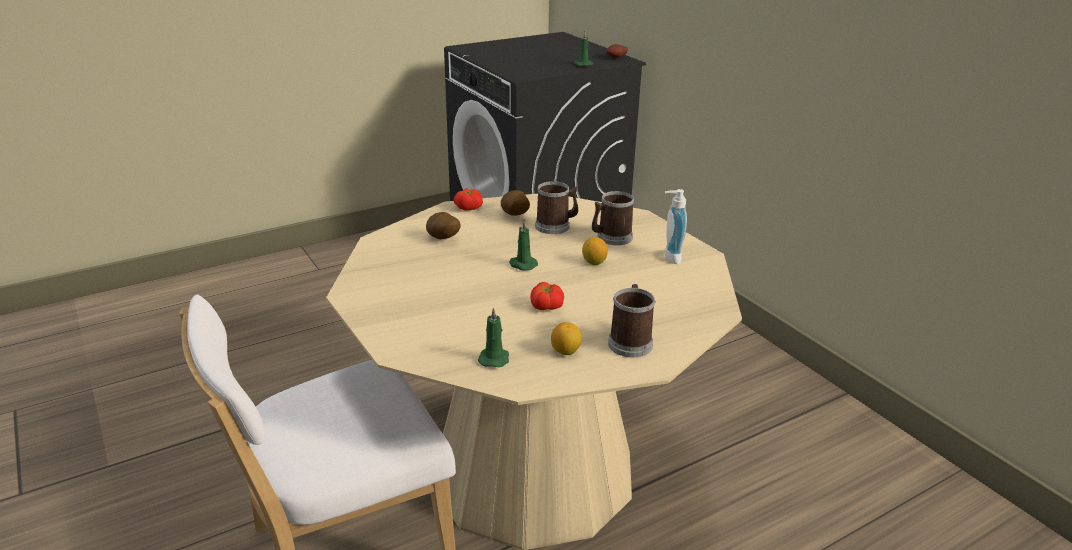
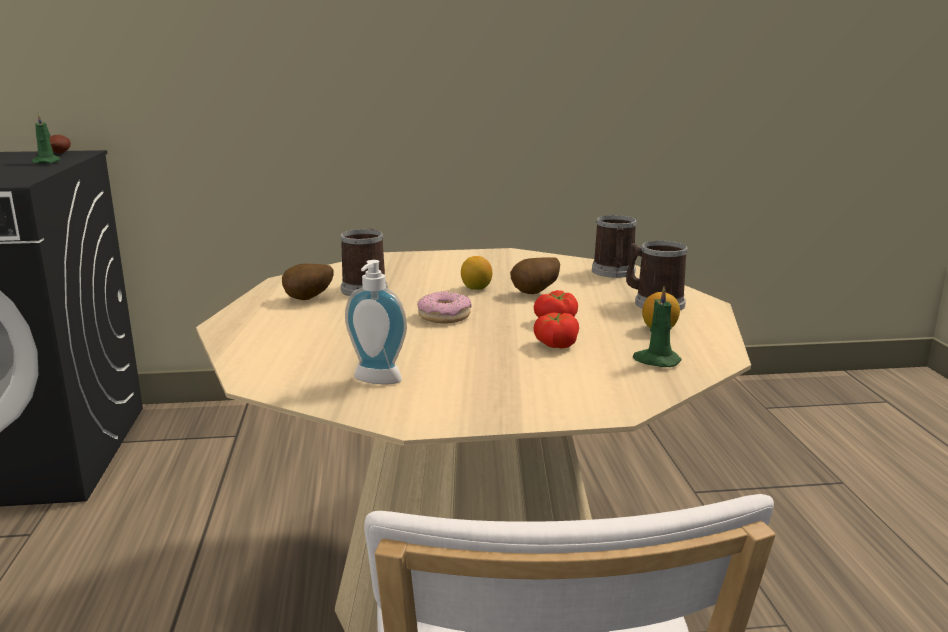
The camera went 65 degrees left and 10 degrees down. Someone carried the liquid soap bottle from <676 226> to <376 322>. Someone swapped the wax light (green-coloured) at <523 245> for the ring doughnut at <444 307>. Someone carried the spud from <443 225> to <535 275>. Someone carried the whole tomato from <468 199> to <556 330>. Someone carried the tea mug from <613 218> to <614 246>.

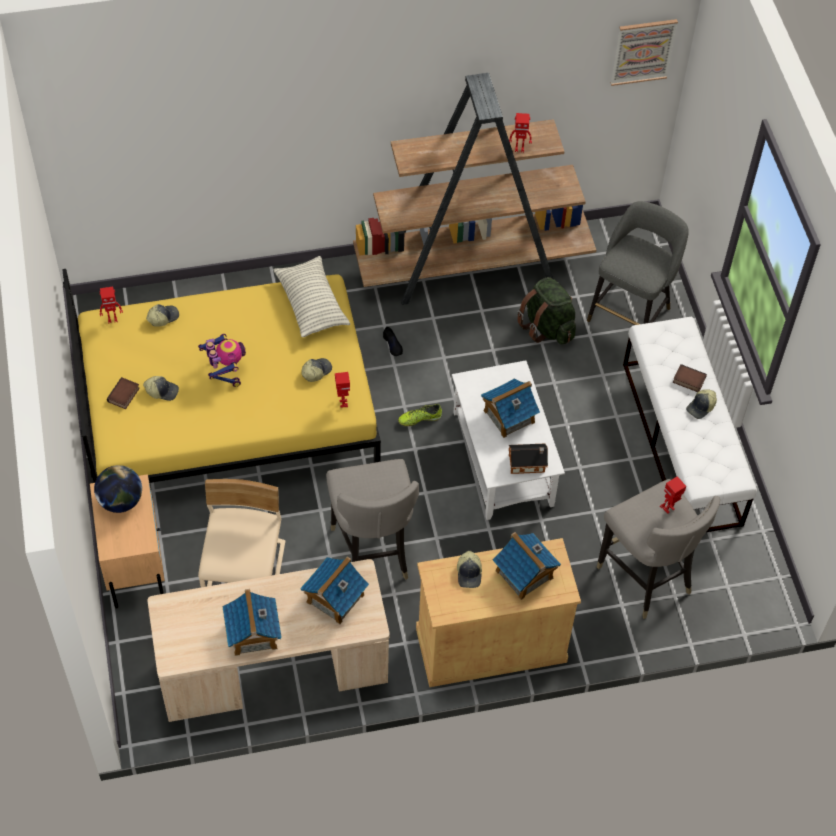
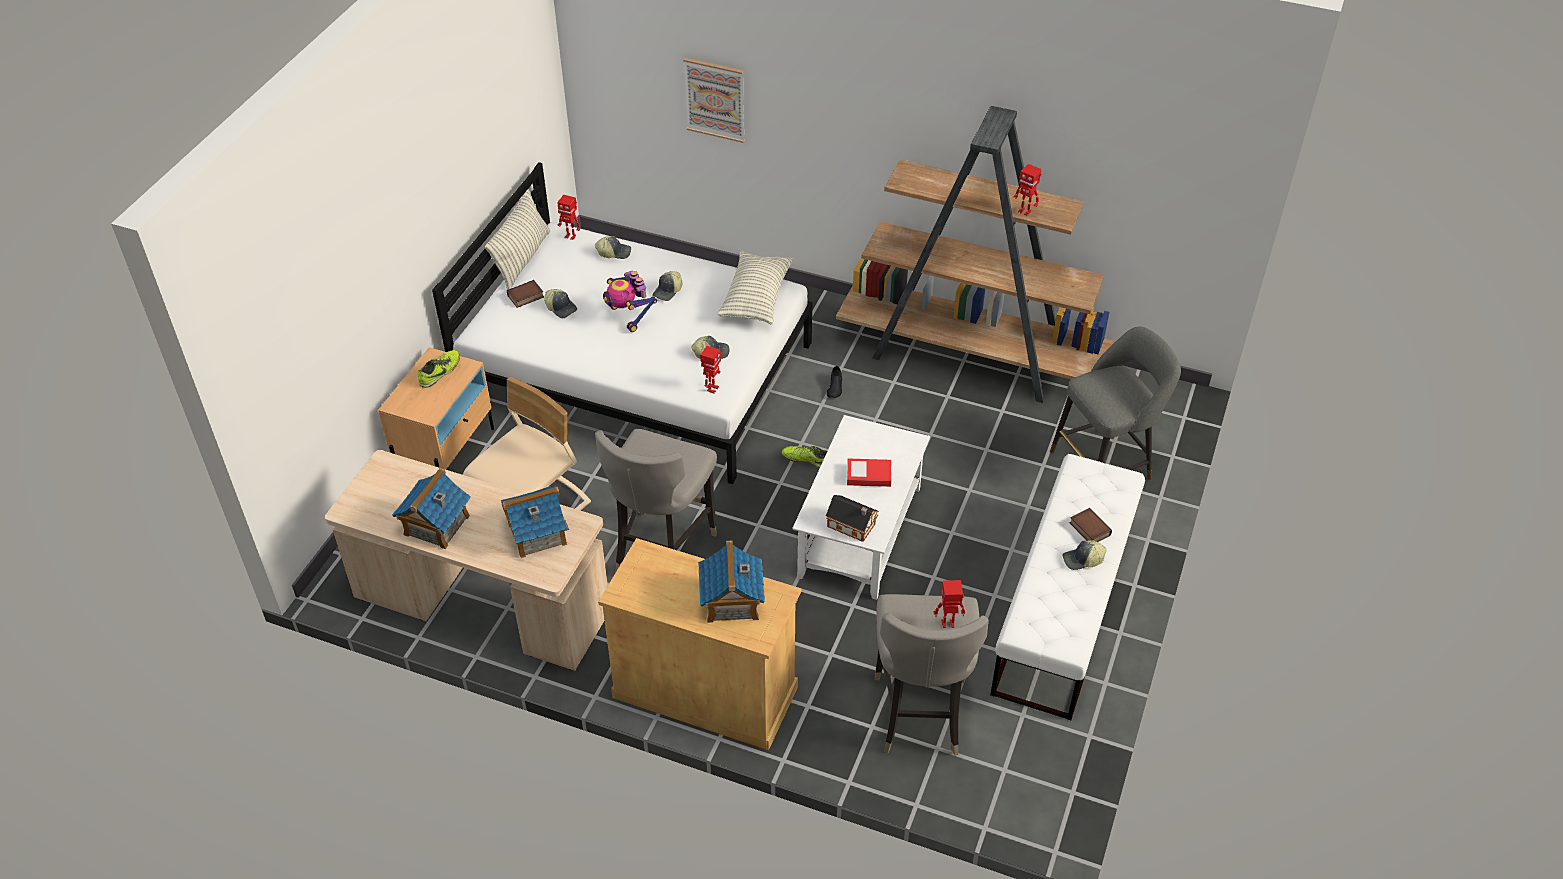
The camera went 35 degrees right and 10 degrees down. Someone swapped the world globe at <118 489> for the low shoe at <439 369>. Someone repainted the bed (yellowish) at <221 376>, which became the bed (whitish) at <622 323>. Someone put down the pillow at <517 239>. Someone rotated the toy robot at <222 360> by 135 degrees clockwise. Someone carried the baseball cap from <469 569> to <667 286>. Someone carried the wall picture from <644 52> to <714 100>. Someone swapped the model house at <510 408> for the book at <869 473>. Someone took away the rucksack (green-coloured) at <546 311>.

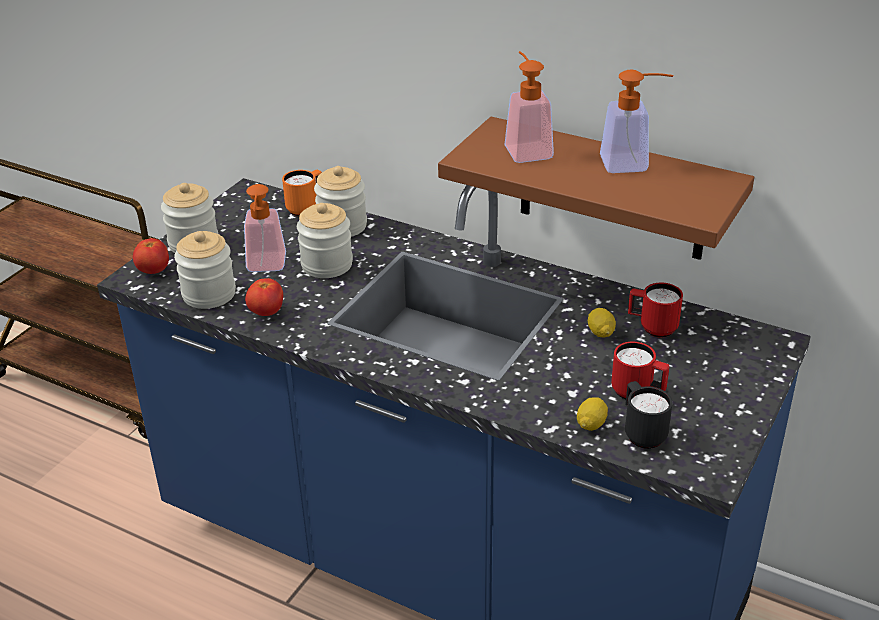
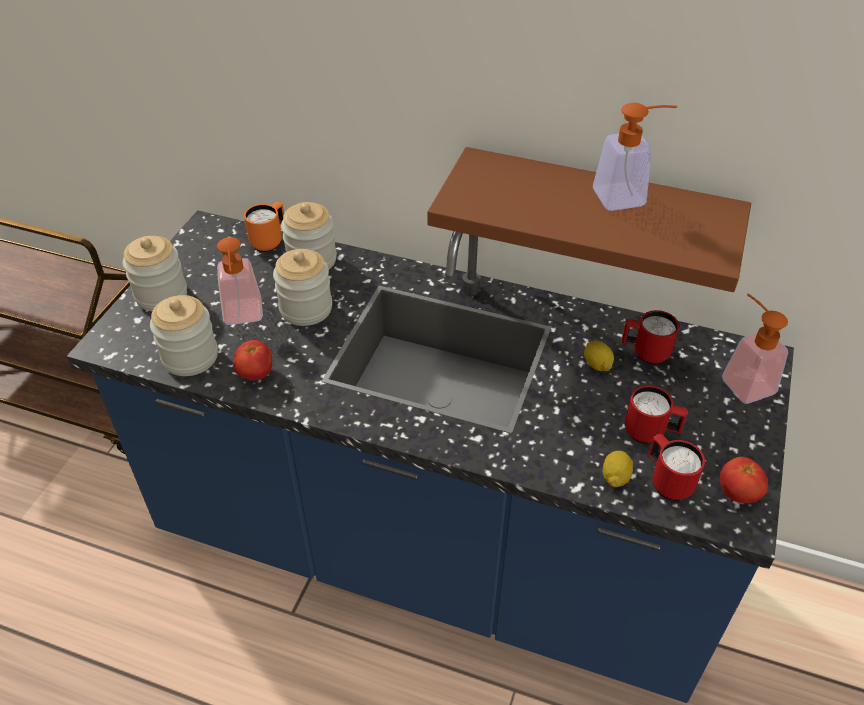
The camera went 10 degrees left and 10 degrees up. Someone repainted the tea mug (blackish) at <648 415>, which became the tea mug (reddish) at <676 467>. Someone carried the whole tomato from <151 256> to <744 480>. Someone carried the liquid soap bottle from <529 107> to <755 348>.

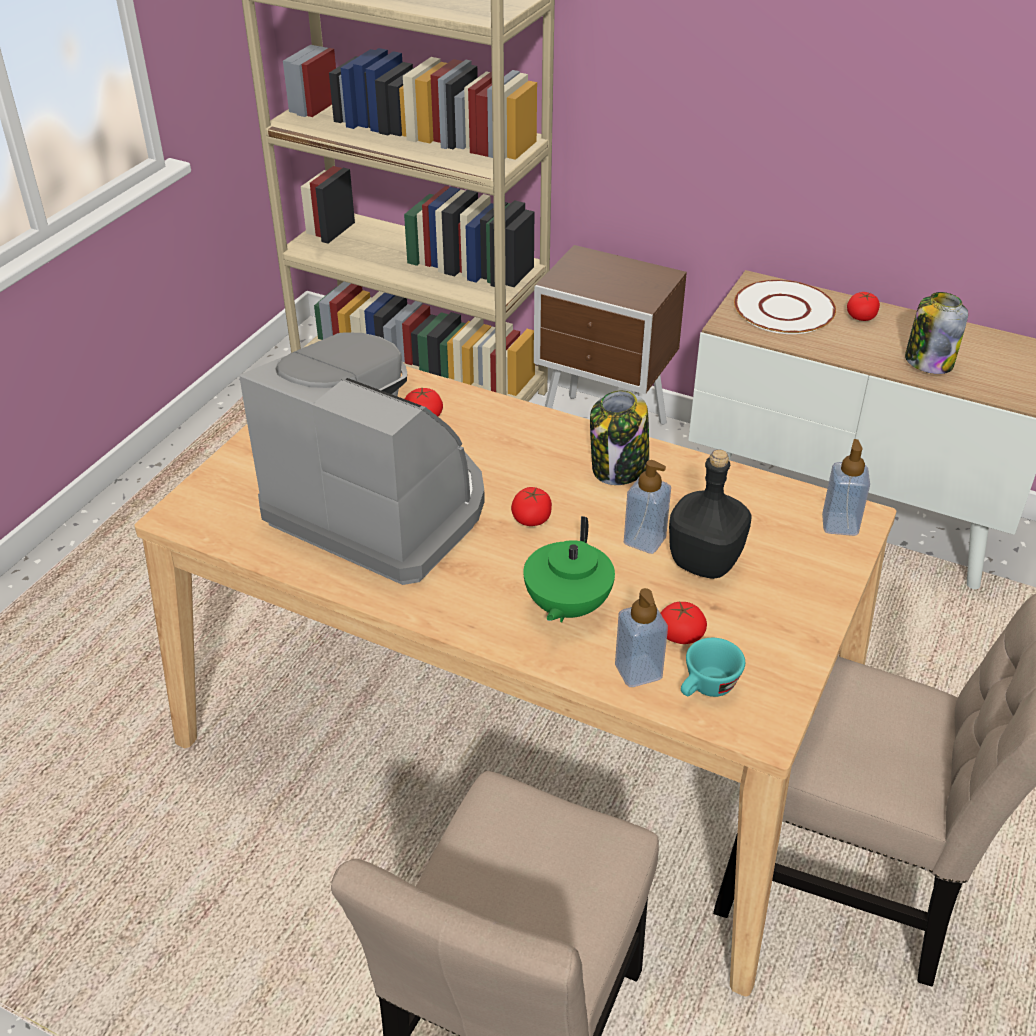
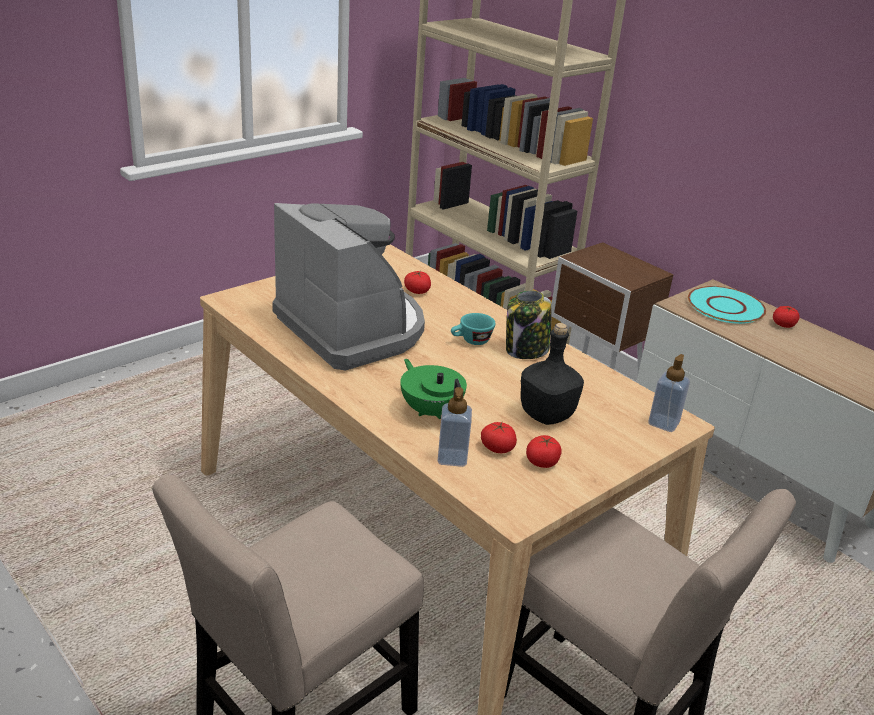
The camera went 20 degrees right and 10 degrees down. Someone rotated the pot for tea (green-coloured) at <569 569> by 105 degrees clockwise. Someone carried the small cup (blue-green) from <713 667> to <473 329>. Someone carried the whole tomato from <531 506> to <544 451>. Someone repainted the flat dish (whitish) at <785 307>, which became the flat dish (blue-green) at <727 305>. Someone took away the liquid soap bottle at <647 507>. Someone took away the preserve jar at <936 333>.

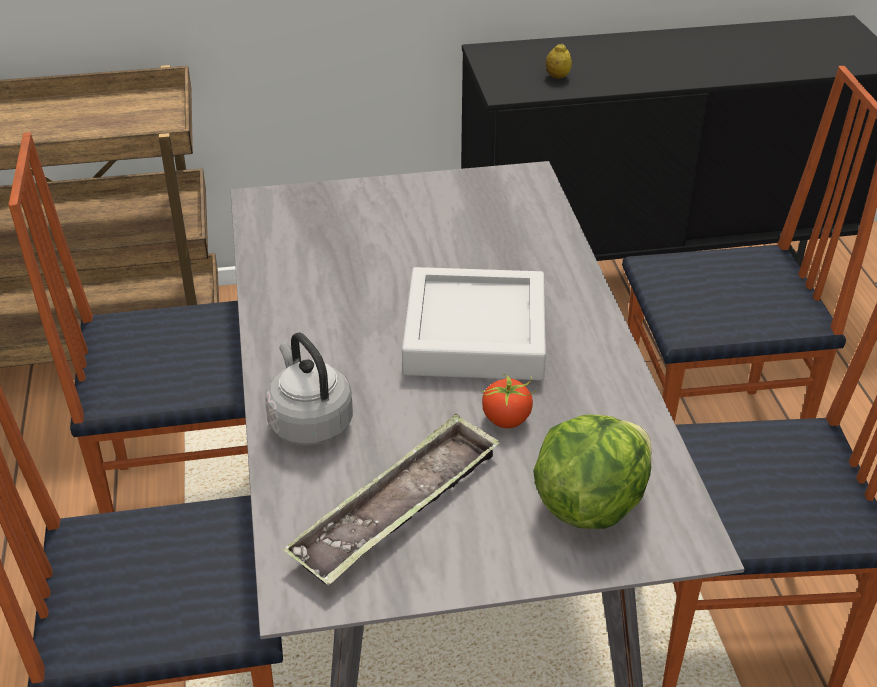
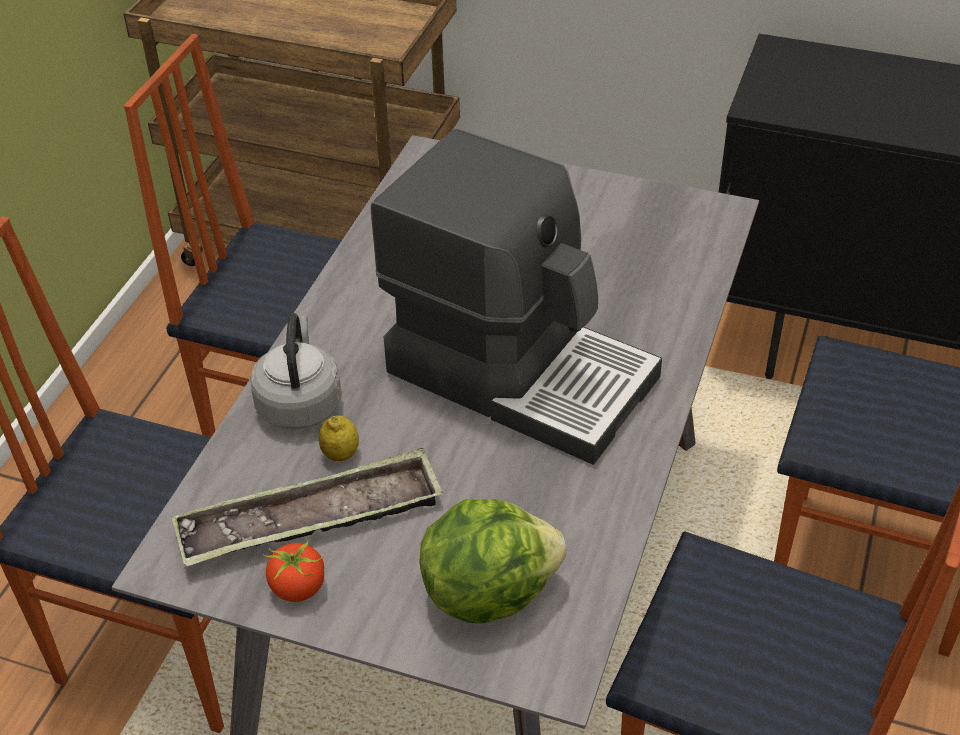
The camera went 30 degrees right and 5 degrees up. Someone carried the whole tomato from <508 400> to <294 569>. Someone carried the citrus fruit from <559 61> to <338 438>. Someone swapped the tray (grey) at <474 323> for the coffee maker at <516 297>.

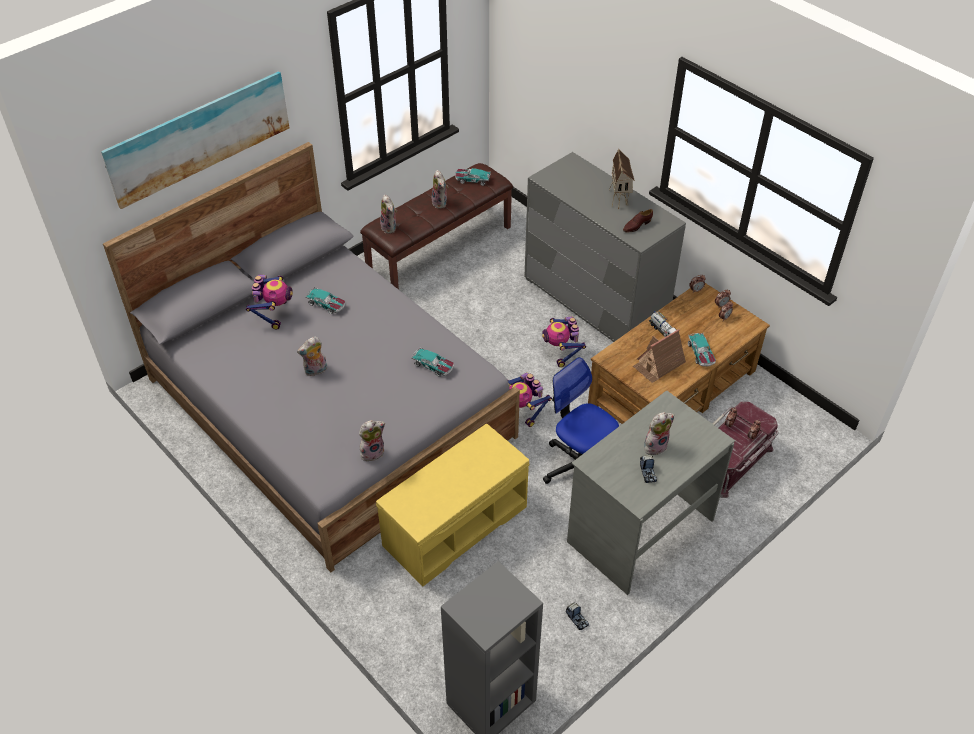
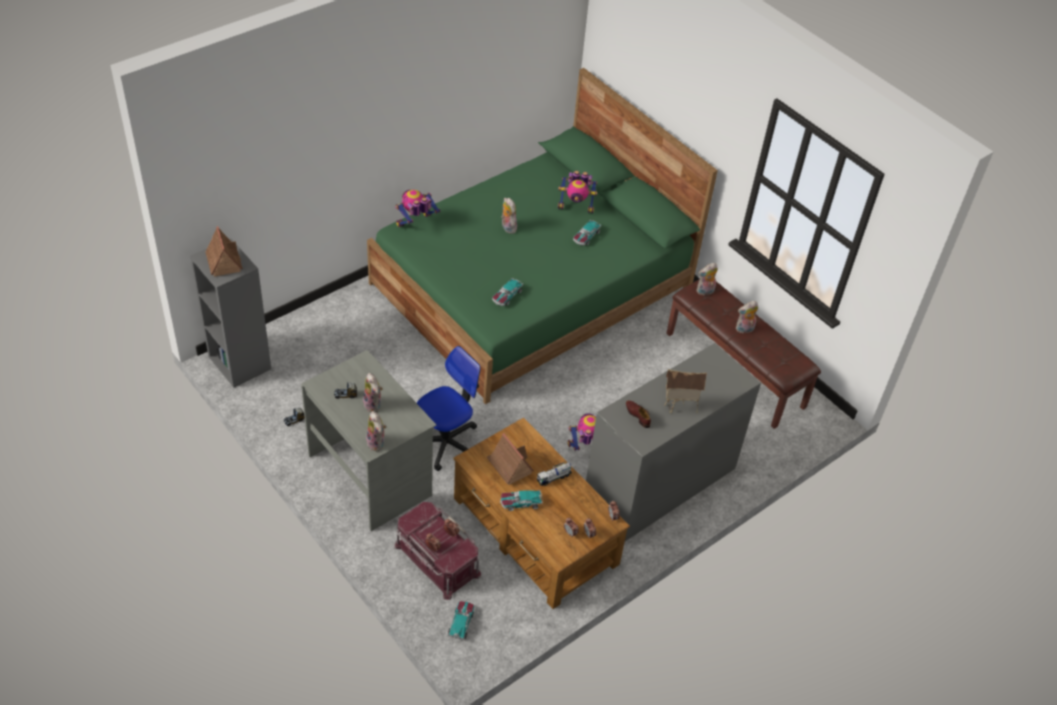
The camera went 90 degrees right and 0 degrees up. Someone put down the model house at <224 251>. Someone carried the soft toy from <372 440> to <375 431>. Someone repainted the bed (grey) at <311 357>, which became the bed (green-coloured) at <542 236>. Someone carried the toy robot from <530 399> to <417 208>. Someone carried the model car from <473 177> to <461 620>. Someone took away the wall picture at <195 140>. Someone took away the long seat (yellowish) at <453 505>.

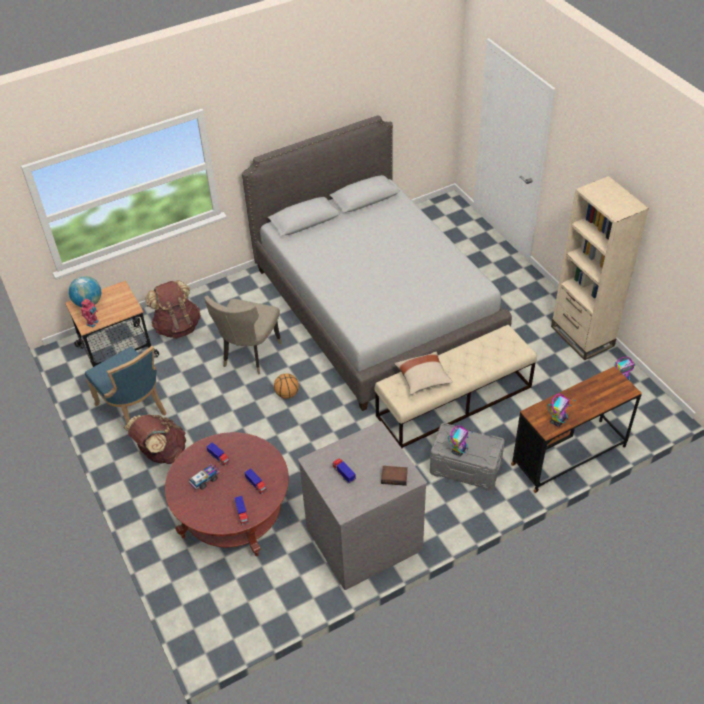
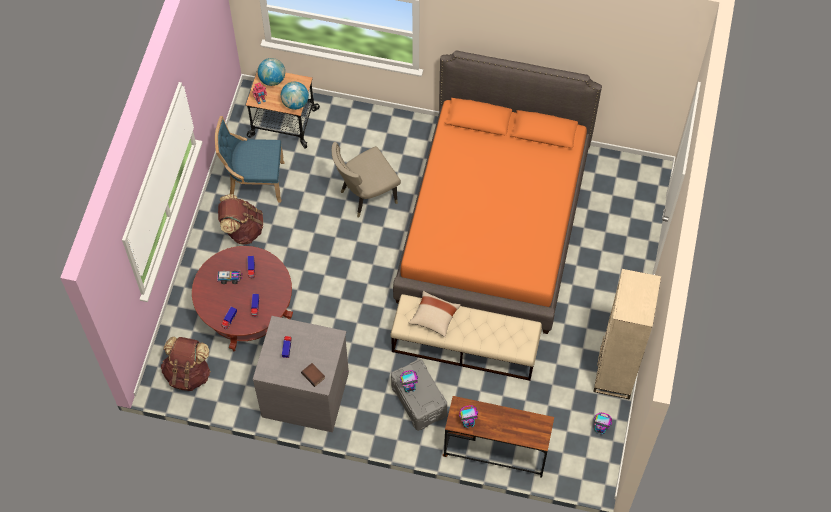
The camera went 40 degrees right and 15 degrees up. Someone carried the rucksack (brownish) from <173 309> to <186 364>. Someone rotated the chair (bluish) at <126 389> by 90 degrees clockwise. Someone put down the world globe at <295 96>. Someone repainted the bed (grey) at <377 263>, which became the bed (orange-coloured) at <497 192>. Someone took away the basketball at <286 386>.

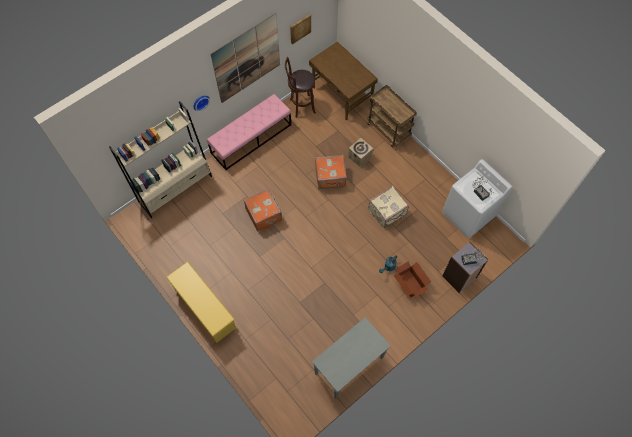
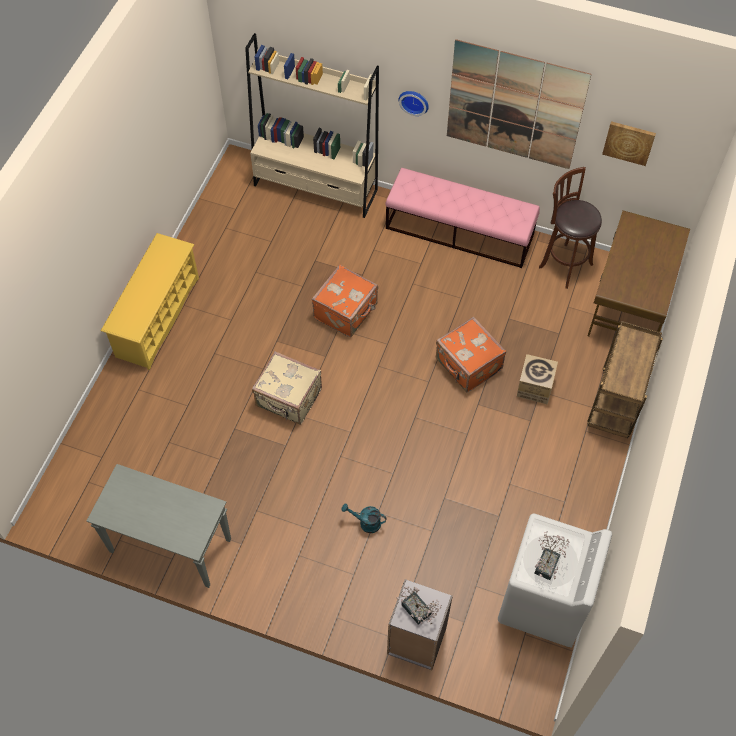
The camera went 60 degrees right and 5 degrees down. Someone carried the piece of luggage (beige-coloured) from <388 207> to <287 388>. Someone took away the carton at <412 279>.

